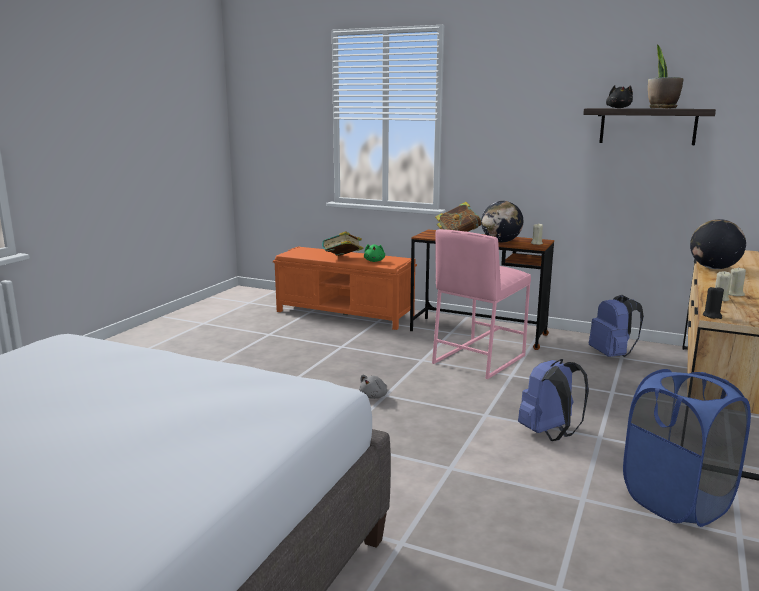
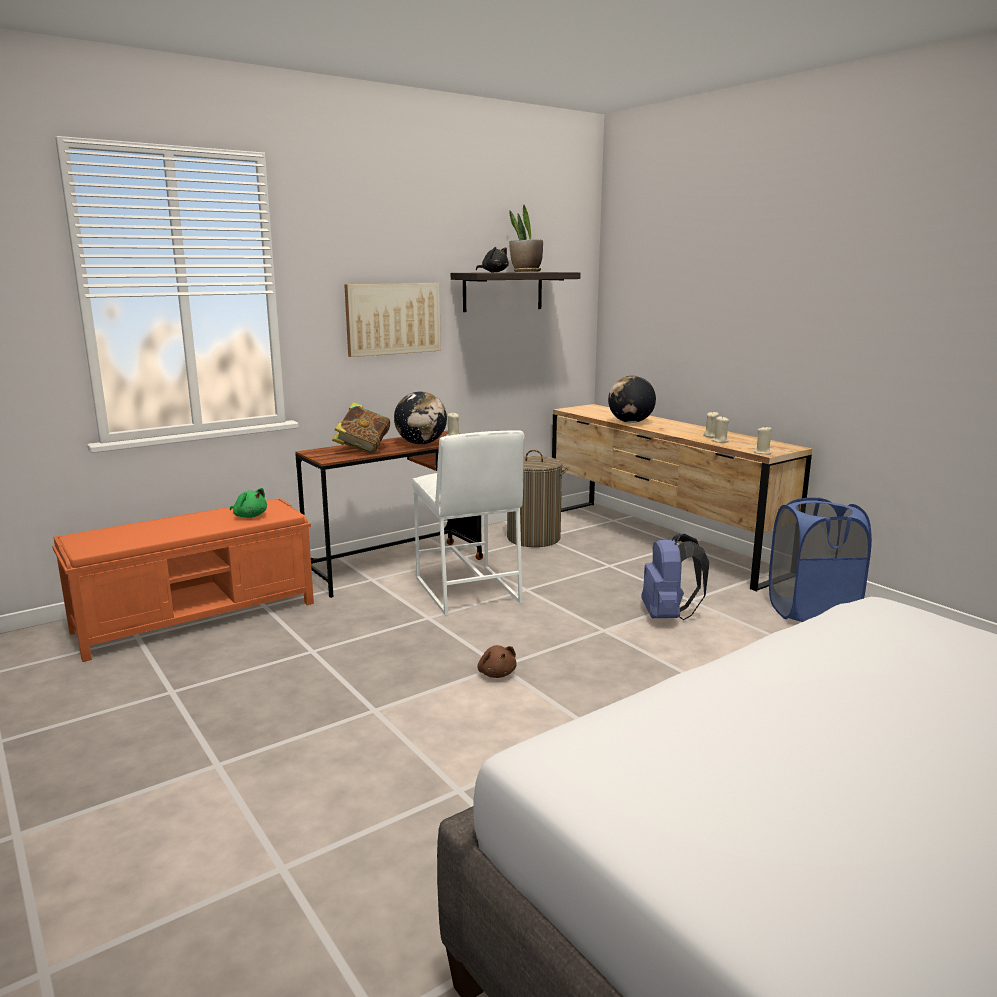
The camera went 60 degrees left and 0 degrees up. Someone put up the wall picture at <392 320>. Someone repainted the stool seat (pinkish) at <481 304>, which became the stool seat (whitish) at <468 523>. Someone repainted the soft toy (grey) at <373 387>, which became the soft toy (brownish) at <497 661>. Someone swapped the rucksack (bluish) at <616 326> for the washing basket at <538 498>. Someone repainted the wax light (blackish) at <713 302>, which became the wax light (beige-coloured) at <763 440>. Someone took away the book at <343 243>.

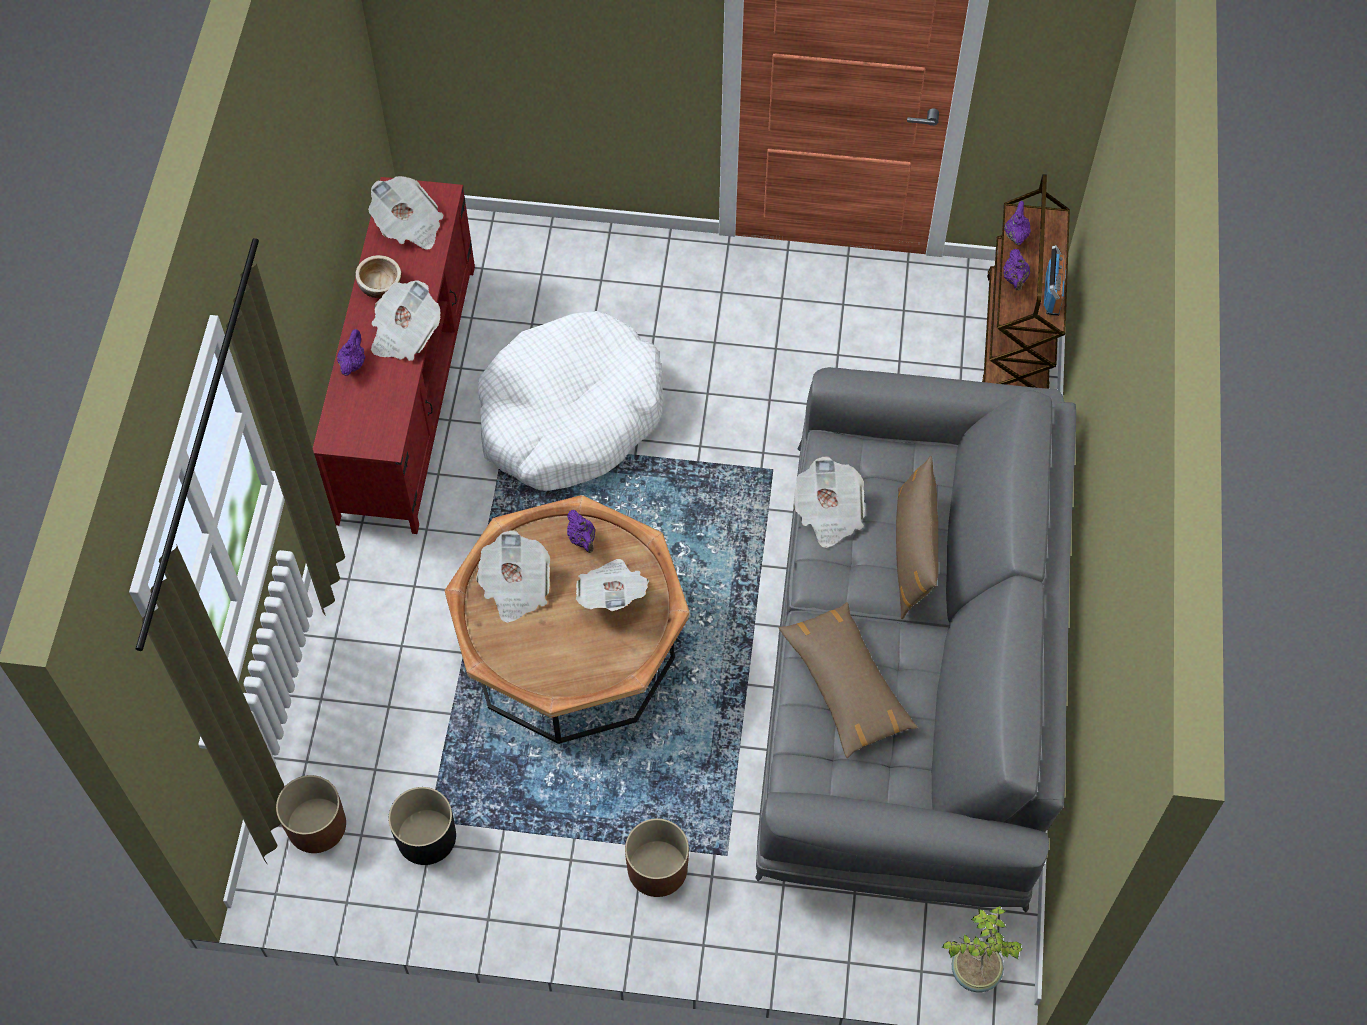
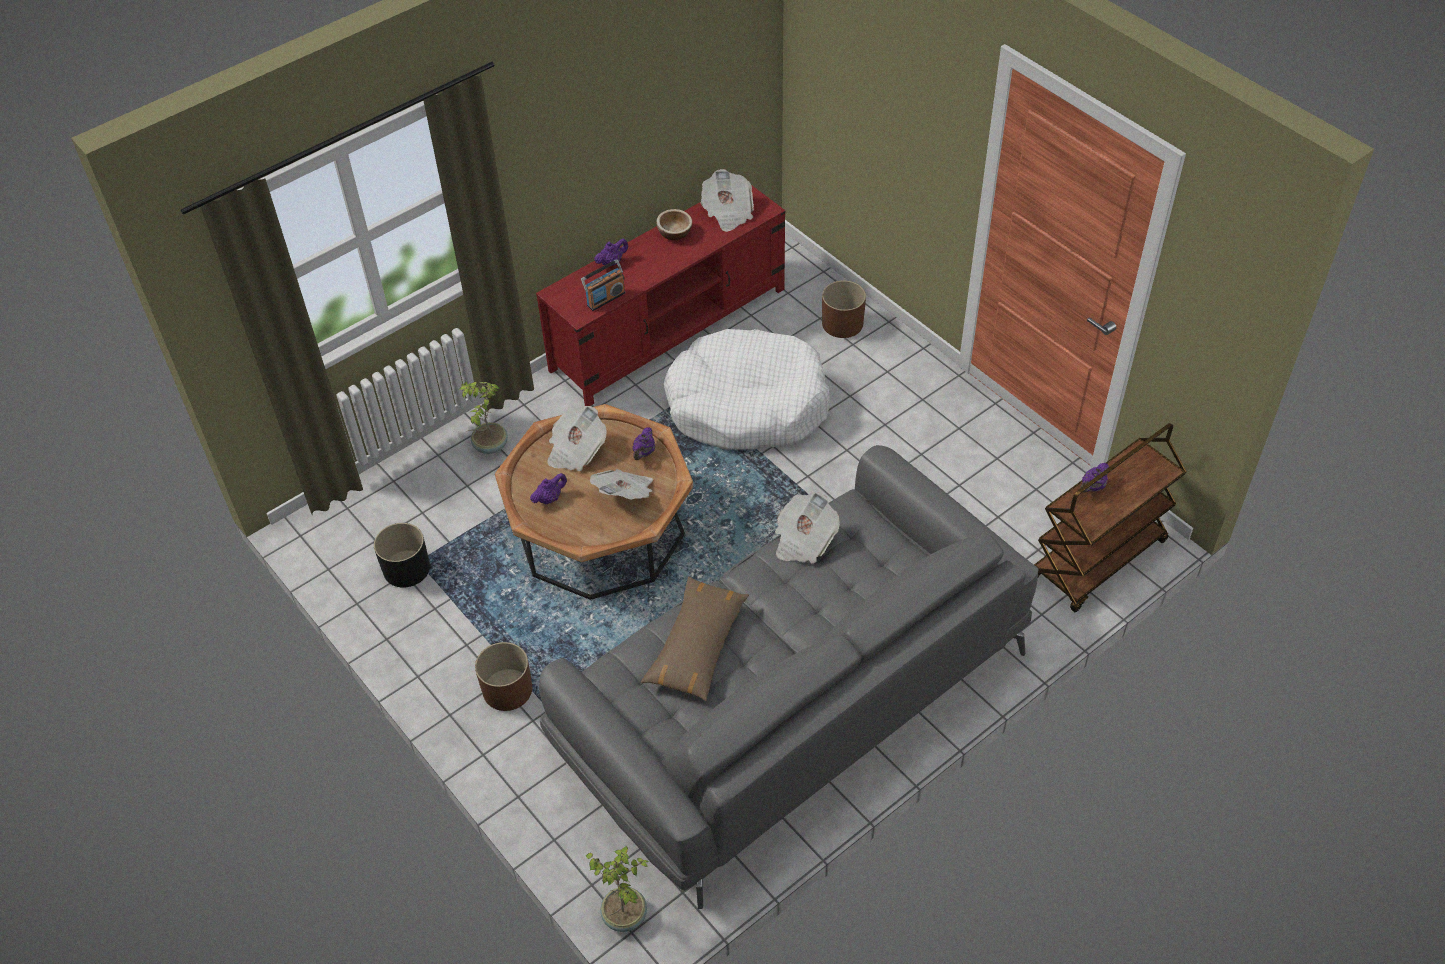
The camera went 45 degrees right and 10 degrees down. Someone put down the plant in a pot at <483 418>. Someone carried the pot for tea (purplish) from <1017 223> to <548 488>. Someone carried the radio set from <1055 280> to <603 285>. Someone carried the plant pot (brownish) from <311 814> to <844 309>. Someone took away the newspaper at <406 321>. Someone took away the pillow (brownish) at <917 537>.

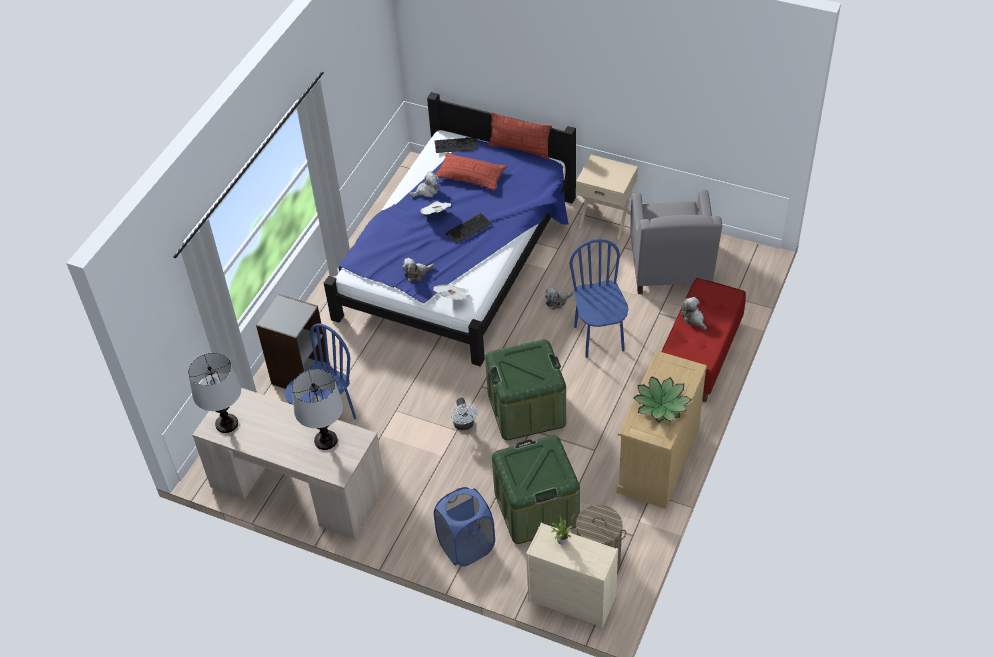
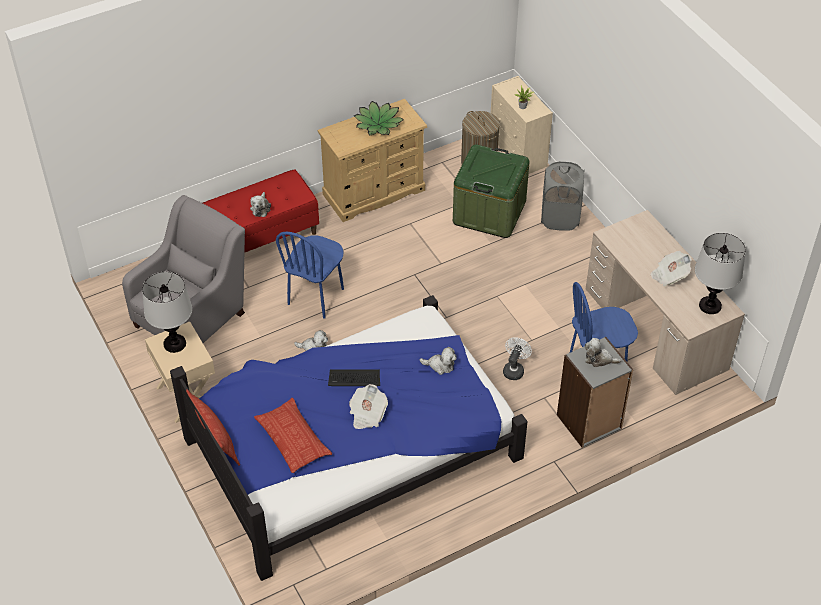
The camera went 145 degrees left and 0 degrees up. Someone carried the lamp for a table from <317 409> to <167 312>. Someone carried the electric fan (whitish) from <464 414> to <517 358>. Someone repainted the washing basket (bluish) at <464 527>, which became the washing basket (grey) at <562 196>. Someone carried the soft toy from <424 184> to <603 352>. Someone carried the newspaper from <451 292> to <671 269>. Someone took away the keyboard at <456 145>. Someone took away the storage container (green-coloured) at <525 389>.

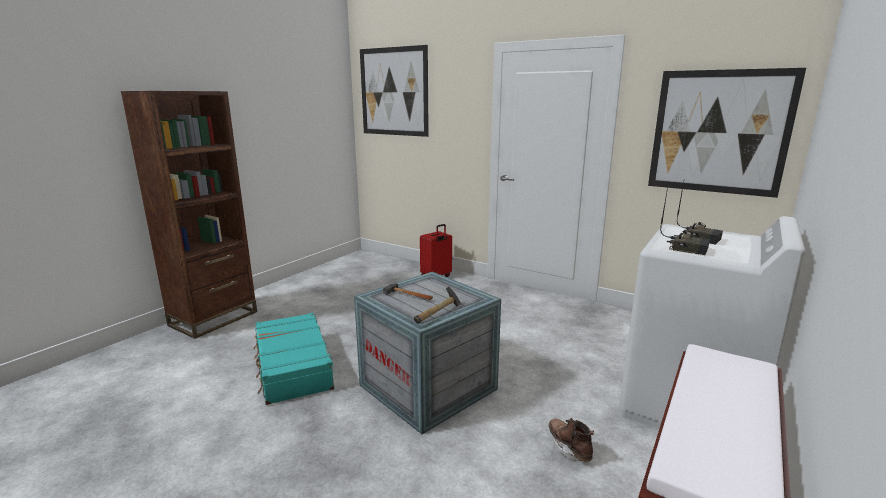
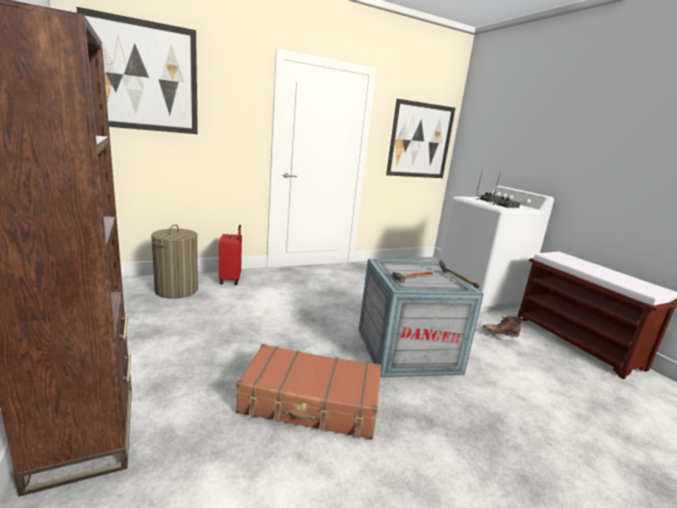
The camera went 60 degrees left and 0 degrees up. Someone put down the washing basket at <174 261>. Someone repainted the piece of luggage (blue-green) at <294 359>, which became the piece of luggage (brownish) at <308 392>.

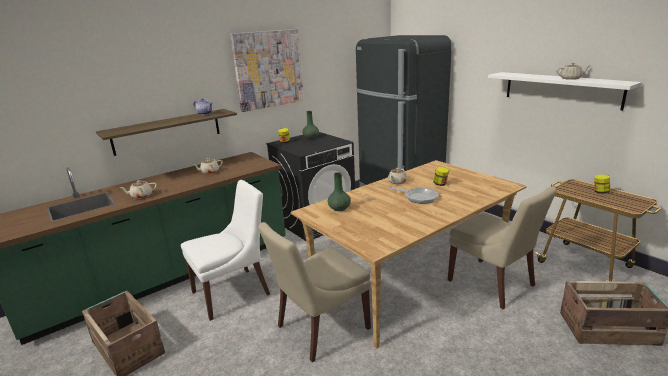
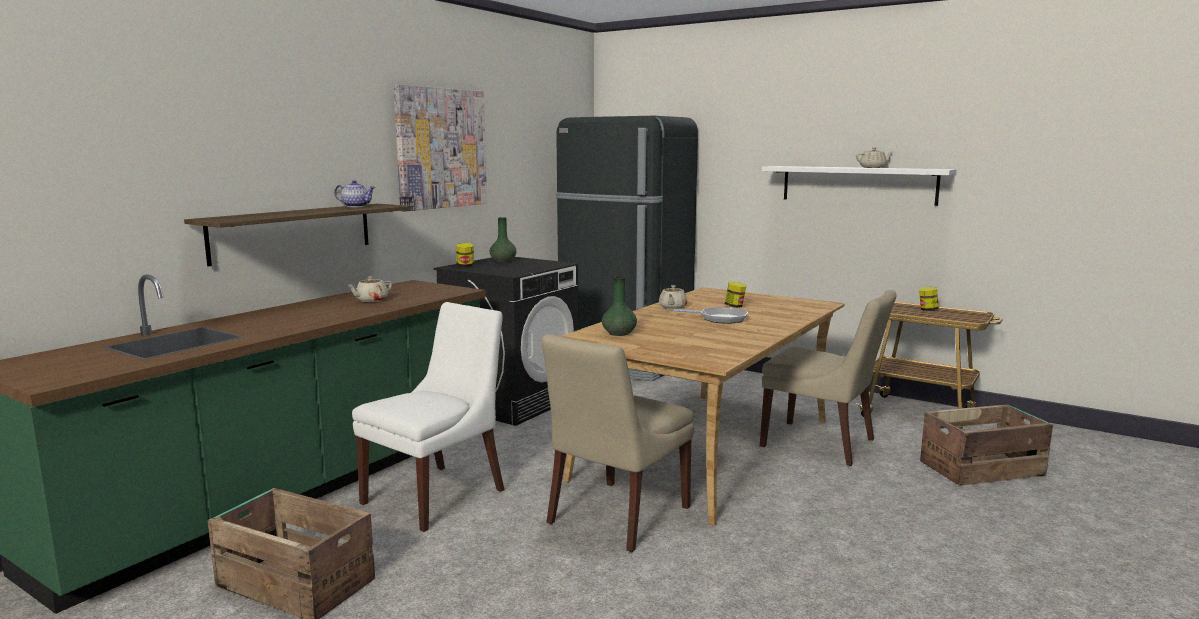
The camera went 20 degrees left and 10 degrees down. Someone took away the pot for tea (beige-coloured) at <138 189>.

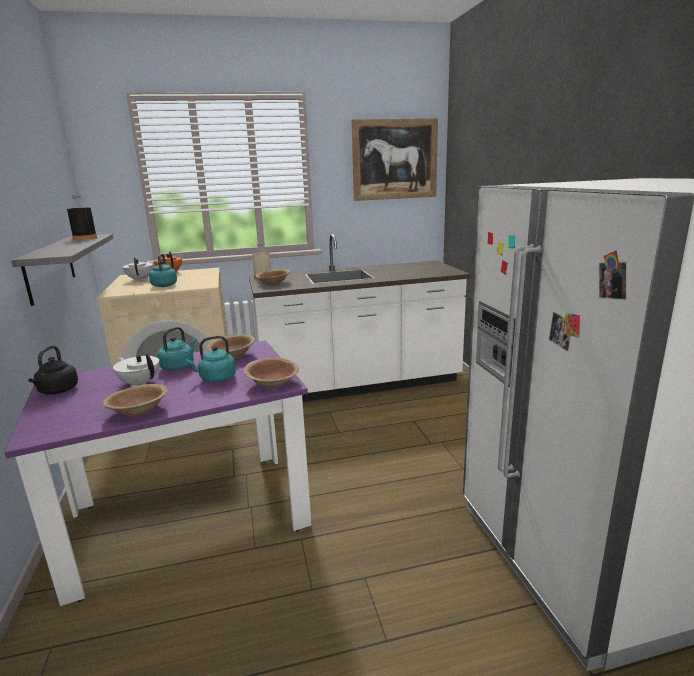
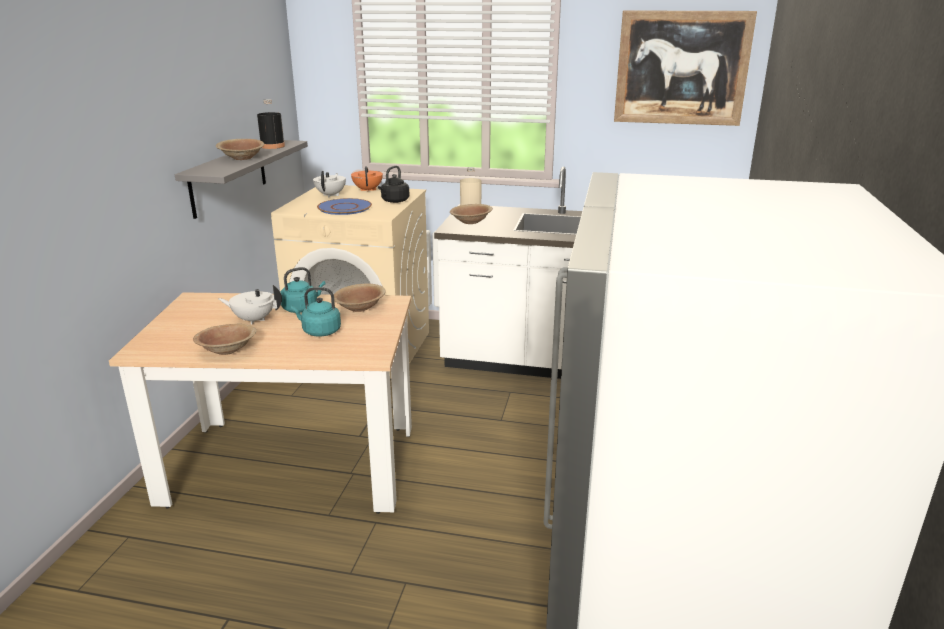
The camera went 25 degrees right and 5 degrees up. Someone repainted the dinner table (purplish) at <157 473>, which became the dinner table (beige-coloured) at <260 403>. Someone carried the bowl (brownish) from <271 373> to <240 149>. Someone rotated the pot for tea (whitish) at <136 370> by 60 degrees counterclockwise. Someone swapped the tea kettle (blue-green) at <163 270> for the flat dish (bluish) at <344 206>. Someone carried the tea kettle (blackish) from <53 370> to <394 184>.

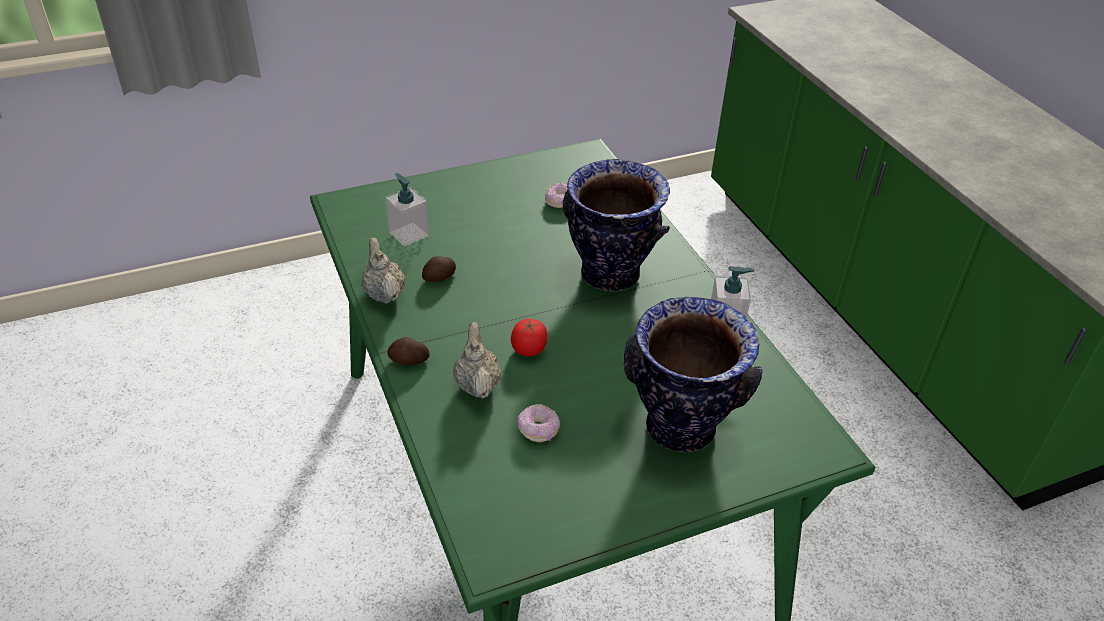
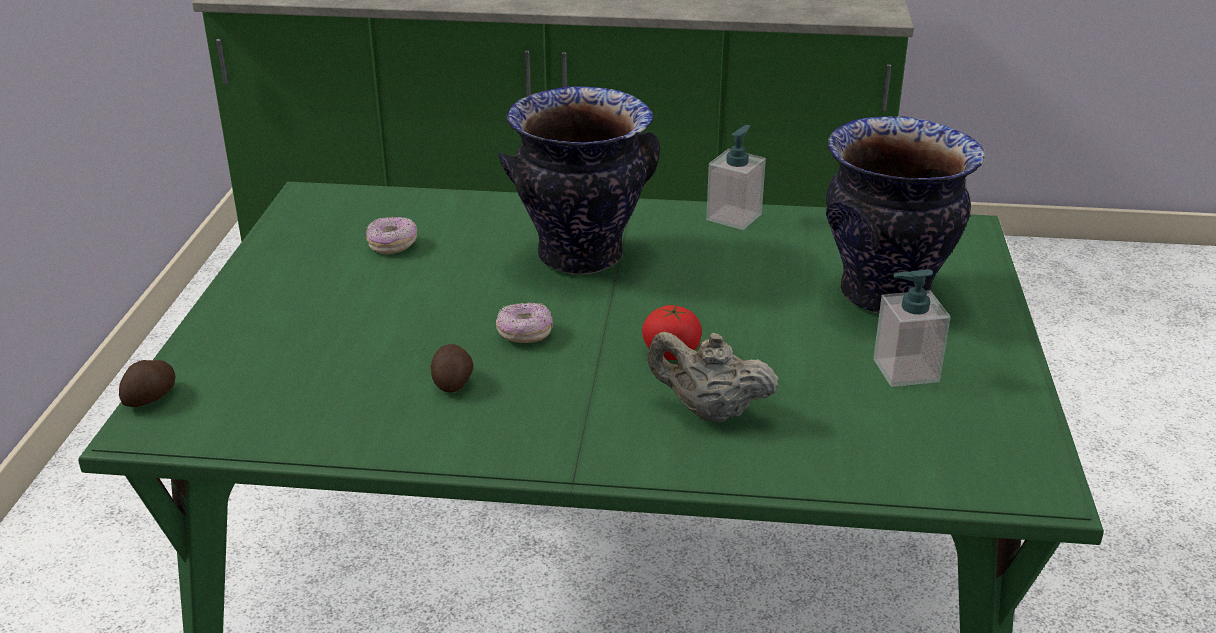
The camera went 60 degrees left and 10 degrees down. Someone carried the spud from <408 351> to <147 383>. Someone carried the ring doughnut from <538 423> to <524 323>. Someone carried the liquid soap bottle from <407 210> to <911 328>. Someone took away the pot for tea (beige-coloured) at <383 270>.

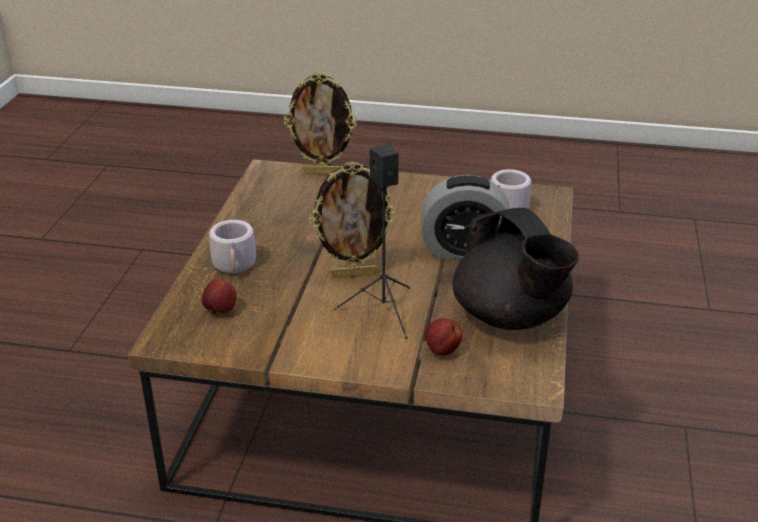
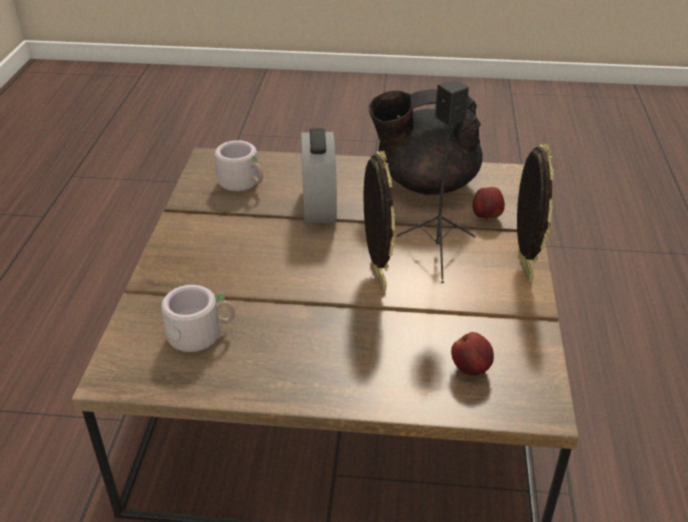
The camera went 95 degrees left and 5 degrees up. Someone carried the tea mug (grey) from <234 246> to <198 318>. Someone rotated the pot for tea (blackish) at <515 269> by 150 degrees counterclockwise. Someone carried the photo frame from <320 123> to <535 213>.

